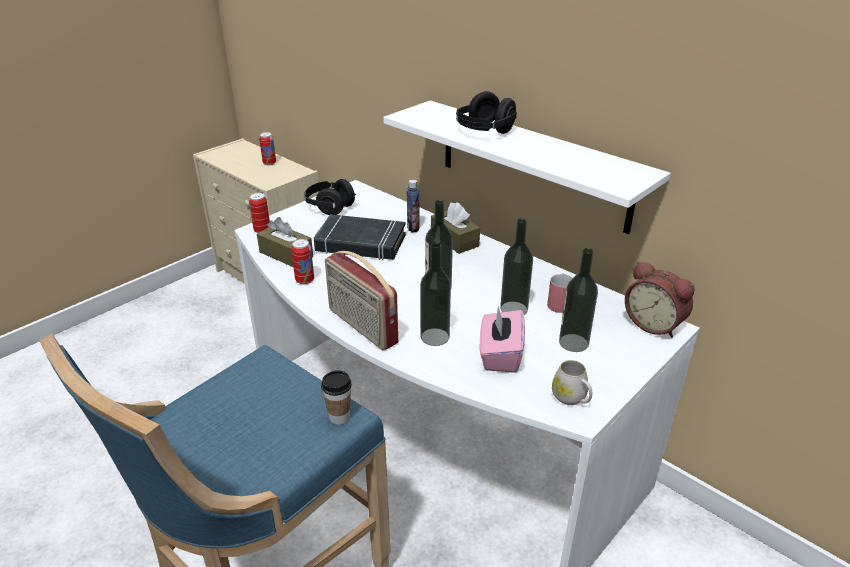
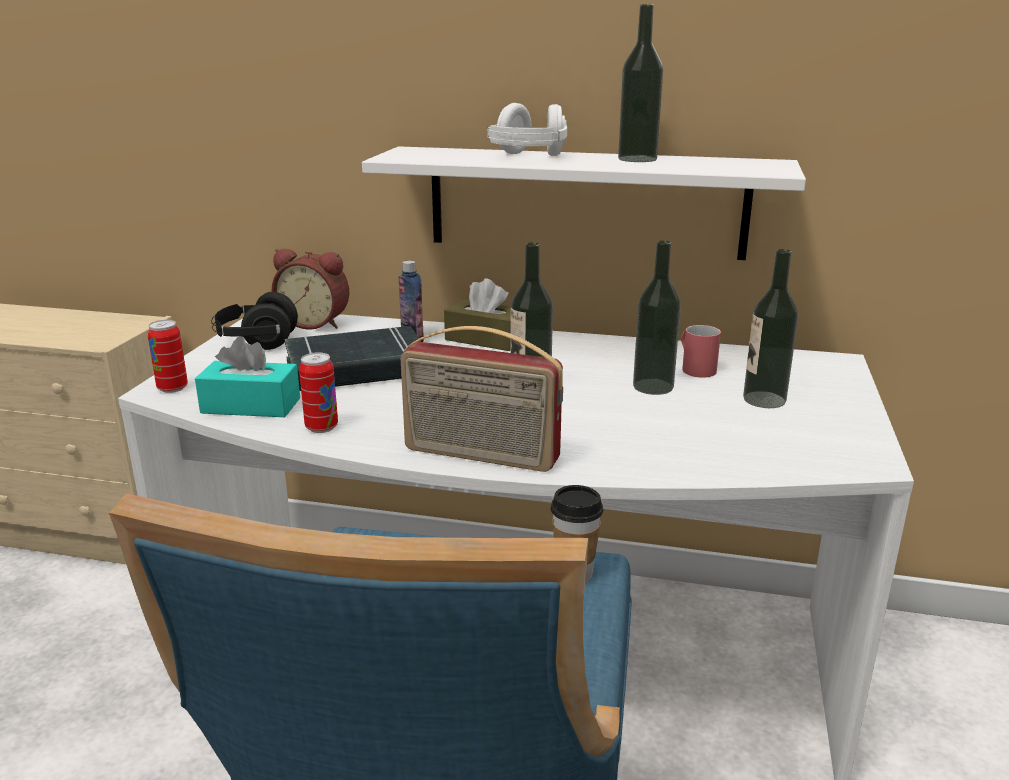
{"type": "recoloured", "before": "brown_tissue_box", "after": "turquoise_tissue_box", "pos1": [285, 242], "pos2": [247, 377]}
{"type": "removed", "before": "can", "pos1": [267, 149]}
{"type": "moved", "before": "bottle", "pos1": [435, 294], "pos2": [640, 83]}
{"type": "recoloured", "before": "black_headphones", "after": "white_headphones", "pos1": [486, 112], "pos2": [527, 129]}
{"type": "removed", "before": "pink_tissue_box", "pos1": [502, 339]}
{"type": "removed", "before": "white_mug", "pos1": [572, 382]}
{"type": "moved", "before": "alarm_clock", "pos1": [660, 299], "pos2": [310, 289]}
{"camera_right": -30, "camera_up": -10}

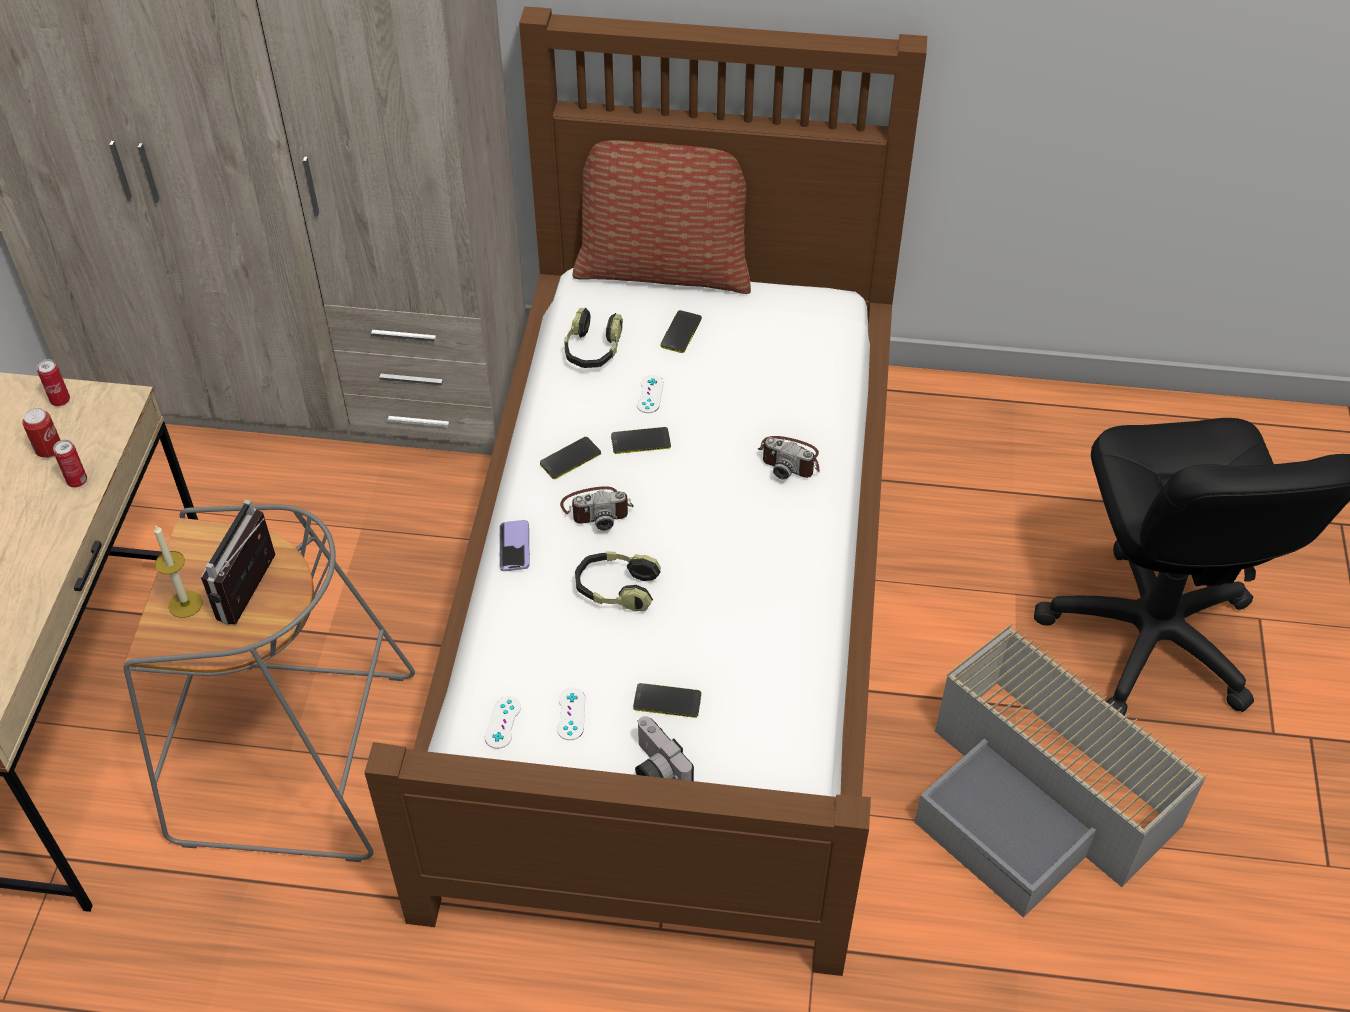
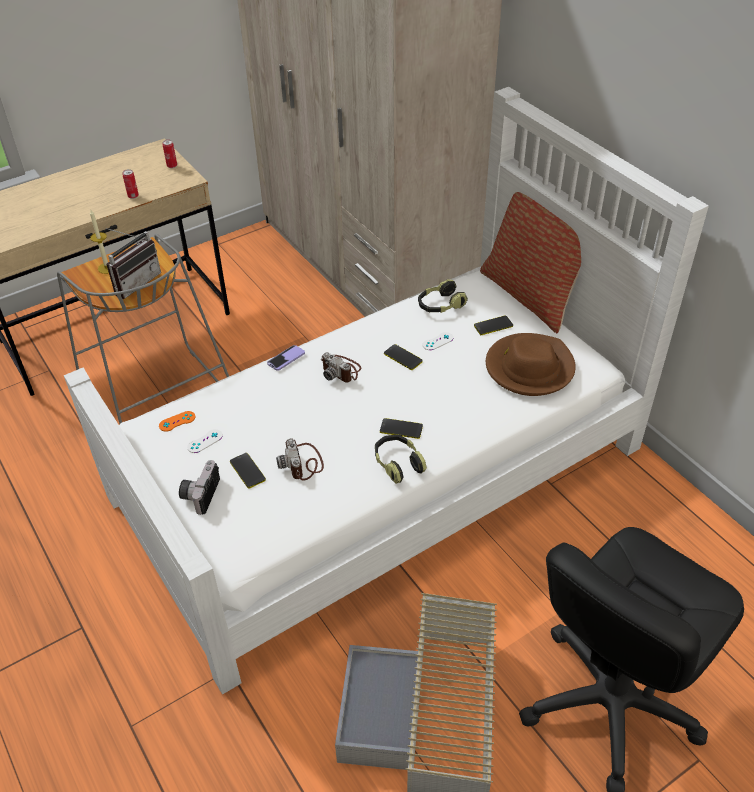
{"type": "removed", "before": "can", "pos1": [41, 433]}
{"type": "turned", "before": "radio", "pos1": [238, 562], "pos2": [133, 263], "turn": 150}
{"type": "recoloured", "before": "brown_bed", "after": "white_bed", "pos1": [645, 491], "pos2": [386, 391]}
{"type": "recoloured", "before": "white_game_controller", "after": "orange_game_controller", "pos1": [503, 722], "pos2": [177, 421]}
{"type": "moved", "before": "phone", "pos1": [570, 458], "pos2": [401, 428]}
{"type": "moved", "before": "headphones", "pos1": [618, 581], "pos2": [401, 459]}
{"type": "moved", "before": "photo_camera", "pos1": [788, 458], "pos2": [300, 459]}
{"type": "added", "after": "brown_hat", "pos2": [531, 364]}
{"camera_right": 50, "camera_up": -5}

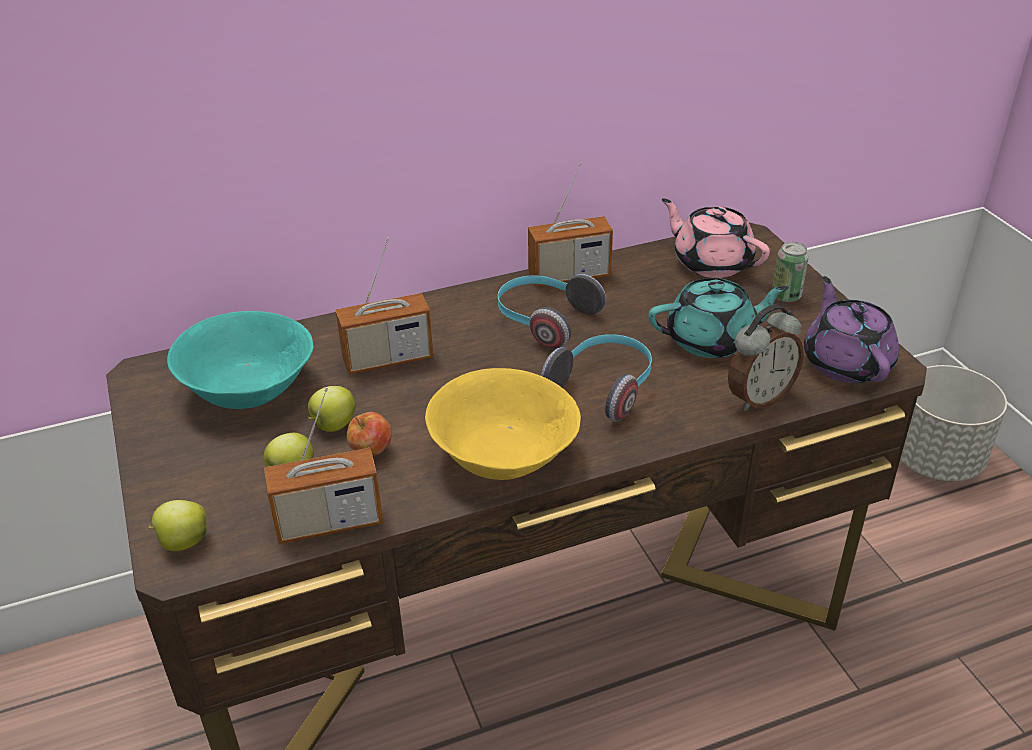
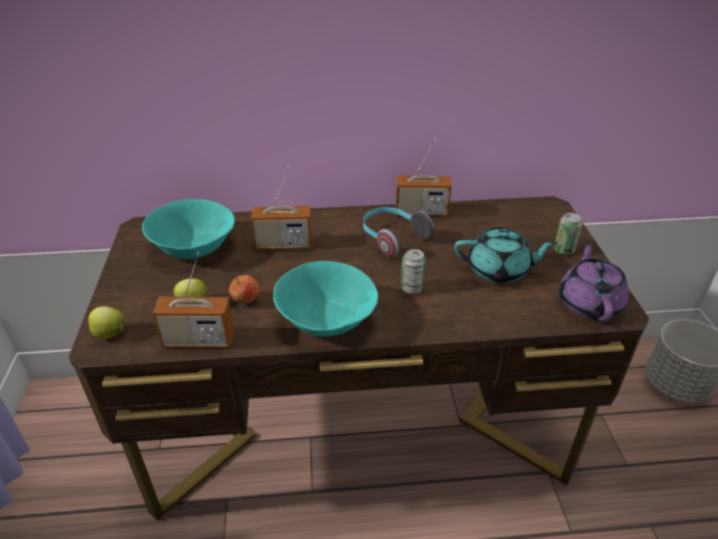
{"type": "removed", "before": "apple", "pos1": [332, 409]}
{"type": "recoloured", "before": "yellow_bowl", "after": "turquoise_bowl", "pos1": [503, 424], "pos2": [325, 299]}
{"type": "replaced", "before": "headphones", "after": "can", "pos1": [596, 378], "pos2": [413, 271]}
{"type": "removed", "before": "pink_teapot", "pos1": [716, 238]}
{"type": "removed", "before": "alarm_clock", "pos1": [766, 358]}
{"camera_right": 15, "camera_up": 0}

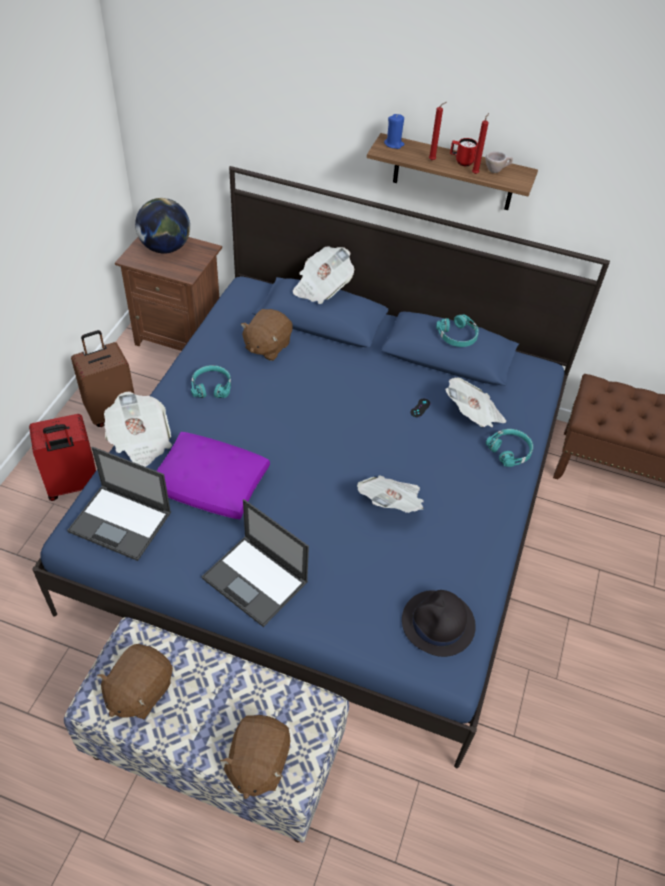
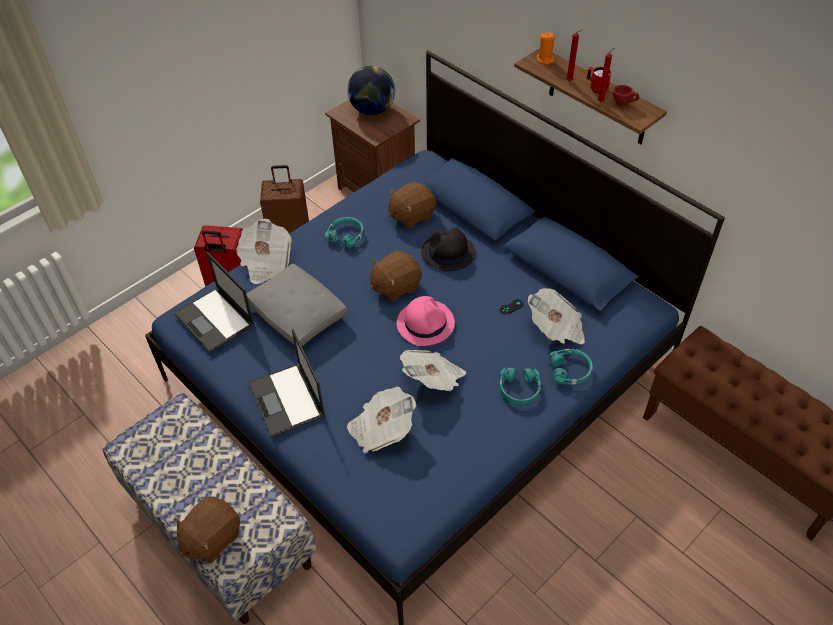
{"type": "moved", "before": "brown_plush_toy", "pos1": [135, 681], "pos2": [396, 276]}
{"type": "recoloured", "before": "purple_pillow", "after": "grey_pillow", "pos1": [213, 475], "pos2": [297, 304]}
{"type": "moved", "before": "newspaper", "pos1": [323, 275], "pos2": [381, 420]}
{"type": "recoloured", "before": "blue_candle", "after": "orange_candle", "pos1": [394, 131], "pos2": [546, 48]}
{"type": "moved", "before": "black_hat", "pos1": [439, 623], "pos2": [448, 249]}
{"type": "moved", "before": "turquoise_headphones", "pos1": [457, 330], "pos2": [520, 386]}
{"type": "recoloured", "before": "beige_cup", "after": "red_cup", "pos1": [499, 162], "pos2": [626, 95]}
{"type": "added", "after": "pink_hat", "pos2": [426, 321]}
{"camera_right": 30, "camera_up": 0}

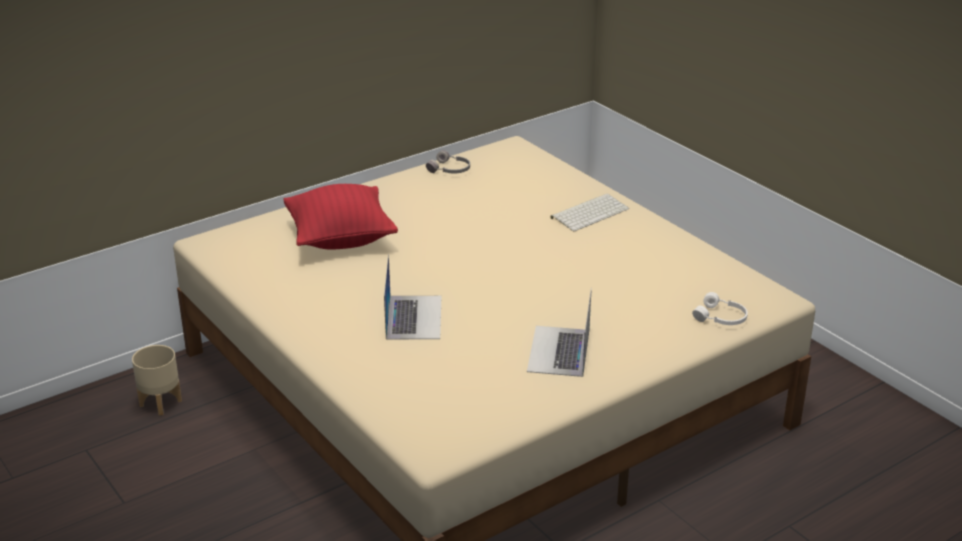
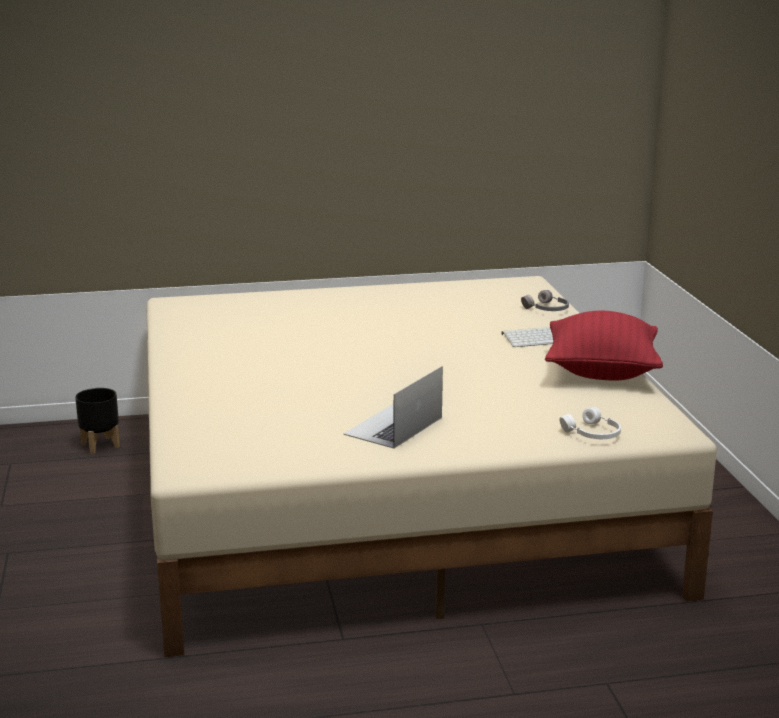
{"type": "recoloured", "before": "beige_planter", "after": "black_planter", "pos1": [157, 380], "pos2": [97, 421]}
{"type": "moved", "before": "red_pillow", "pos1": [340, 216], "pos2": [604, 345]}
{"type": "removed", "before": "laptop", "pos1": [412, 297]}
{"type": "moved", "before": "grey_headphones", "pos1": [448, 161], "pos2": [545, 300]}
{"camera_right": 25, "camera_up": -10}

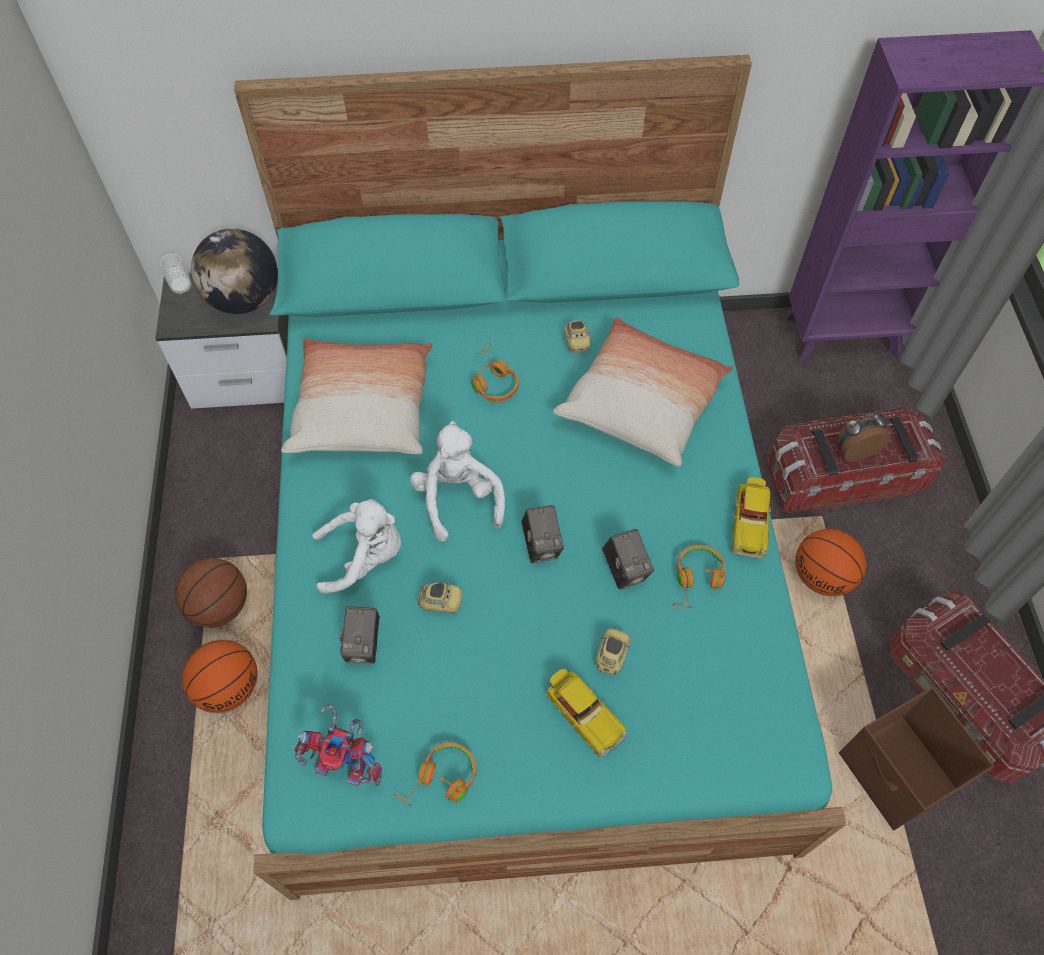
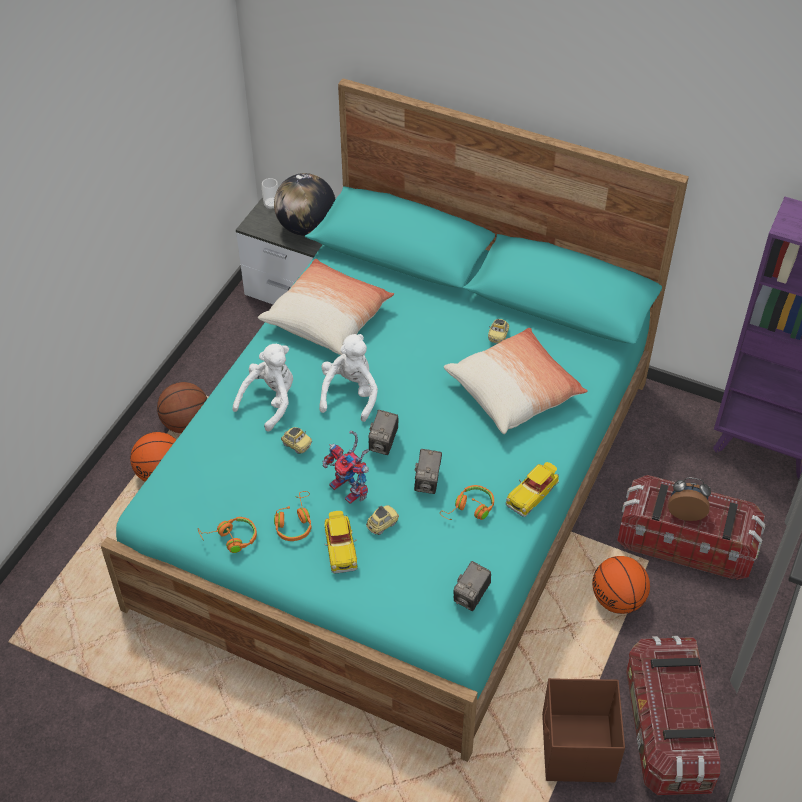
{"type": "moved", "before": "toy_robot", "pos1": [338, 745], "pos2": [345, 467]}
{"type": "turned", "before": "white_plush_toy", "pos1": [356, 546], "pos2": [262, 388], "turn": -75}
{"type": "moved", "before": "photo_camera", "pos1": [359, 635], "pos2": [472, 586]}
{"type": "moved", "before": "orange_headphones", "pos1": [495, 372], "pos2": [293, 516]}
{"camera_right": 30, "camera_up": -10}

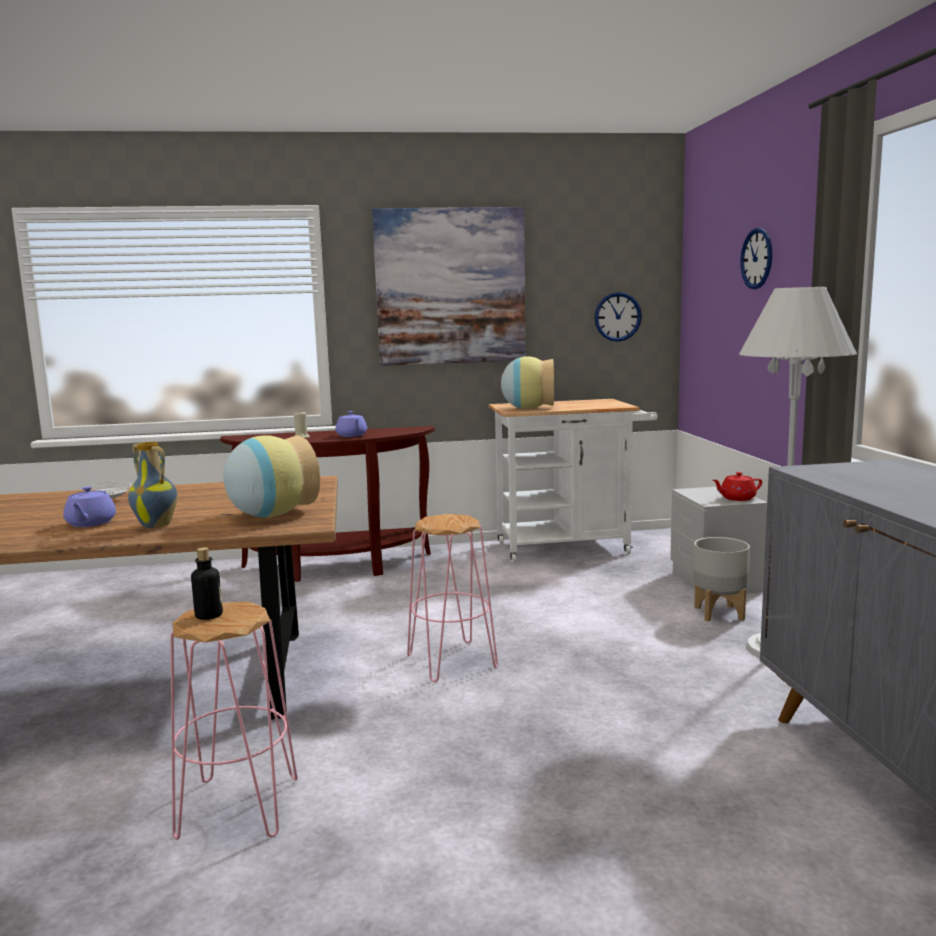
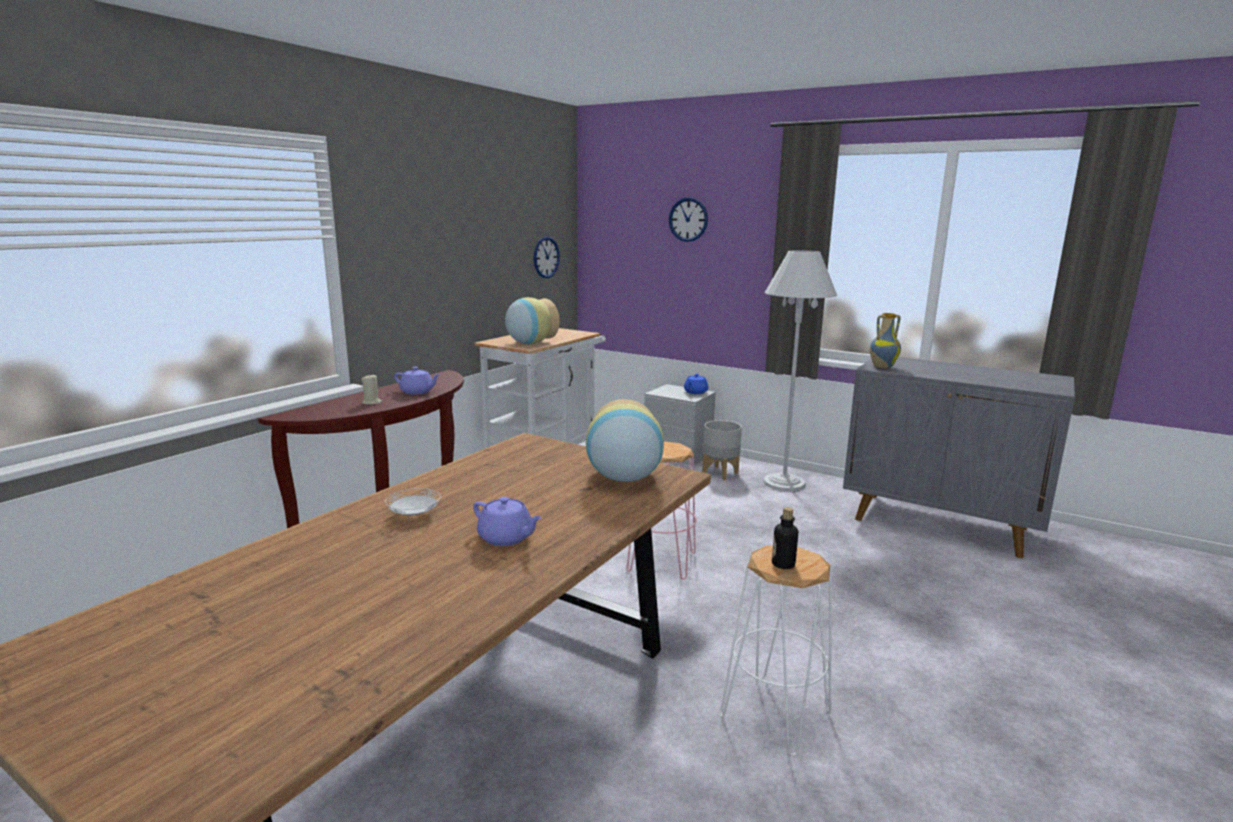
{"type": "moved", "before": "vase", "pos1": [153, 485], "pos2": [885, 341]}
{"type": "recoloured", "before": "pink_stool", "after": "white_stool", "pos1": [234, 721], "pos2": [776, 651]}
{"type": "removed", "before": "picture", "pos1": [449, 286]}
{"type": "recoloured", "before": "red_teapot", "after": "blue_teapot", "pos1": [737, 486], "pos2": [696, 384]}
{"camera_right": -50, "camera_up": 5}

